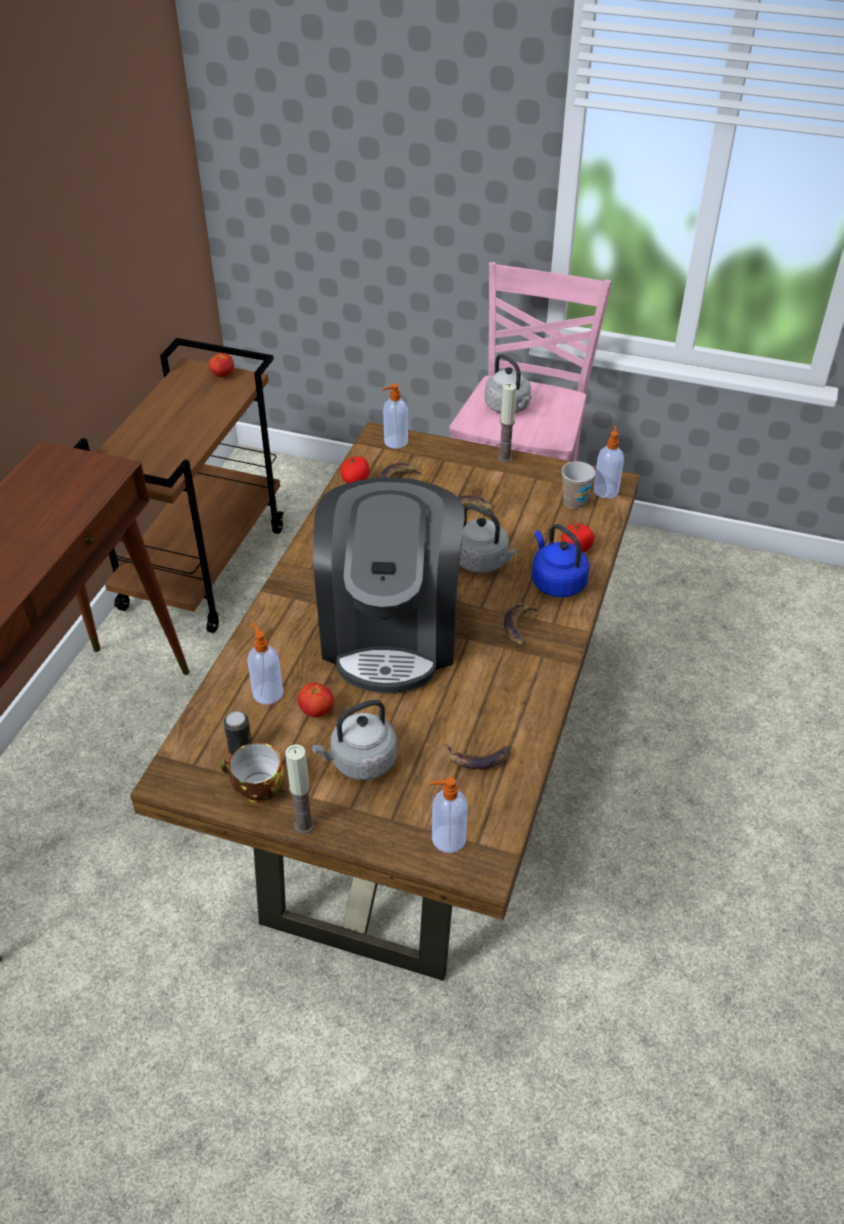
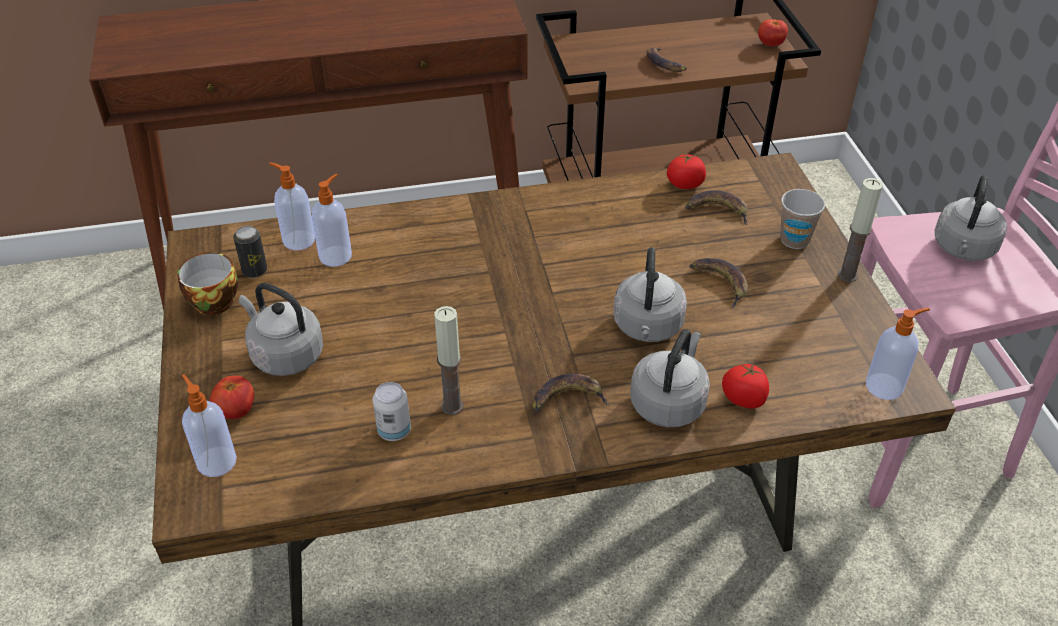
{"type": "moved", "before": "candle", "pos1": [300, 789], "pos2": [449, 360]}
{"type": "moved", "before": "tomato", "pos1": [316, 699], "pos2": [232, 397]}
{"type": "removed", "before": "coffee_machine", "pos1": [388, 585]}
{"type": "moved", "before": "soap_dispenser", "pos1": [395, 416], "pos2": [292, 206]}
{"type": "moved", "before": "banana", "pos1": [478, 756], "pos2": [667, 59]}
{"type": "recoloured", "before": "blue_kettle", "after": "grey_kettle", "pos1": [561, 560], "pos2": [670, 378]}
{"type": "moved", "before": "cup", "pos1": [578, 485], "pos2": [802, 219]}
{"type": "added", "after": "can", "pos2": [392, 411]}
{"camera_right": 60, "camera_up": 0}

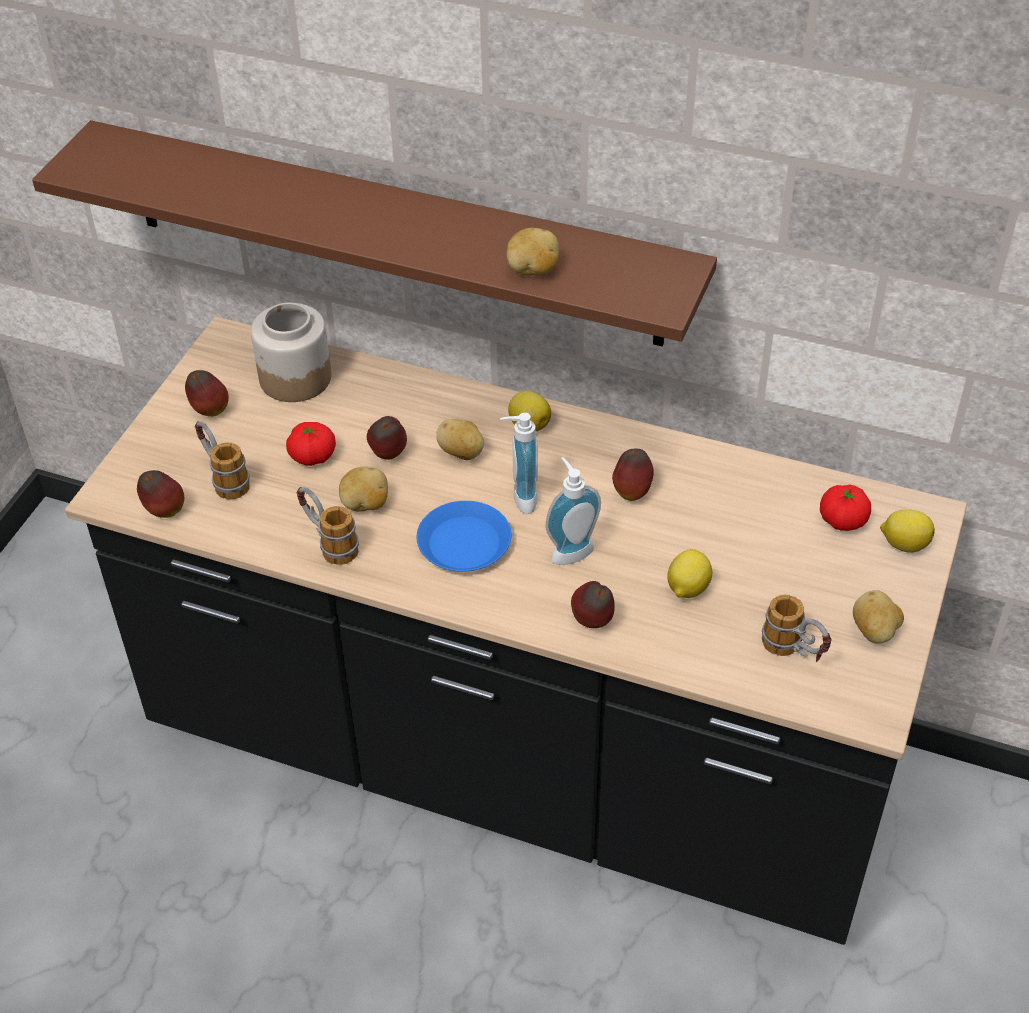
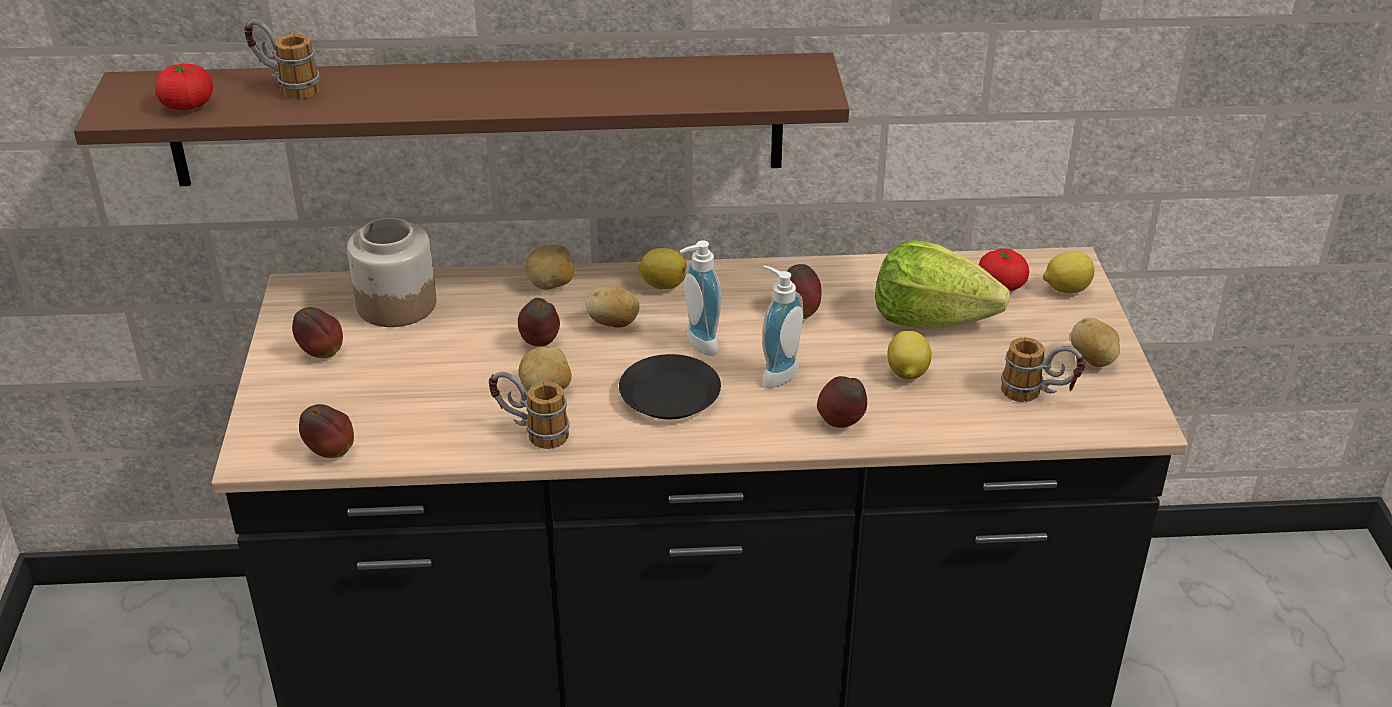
{"type": "moved", "before": "mug", "pos1": [222, 460], "pos2": [282, 60]}
{"type": "moved", "before": "tomato", "pos1": [311, 444], "pos2": [184, 87]}
{"type": "recoloured", "before": "blue_plate", "after": "black_plate", "pos1": [464, 536], "pos2": [670, 386]}
{"type": "moved", "before": "potato", "pos1": [533, 252], "pos2": [550, 267]}
{"type": "added", "after": "lettuce", "pos2": [942, 284]}
{"camera_right": -25, "camera_up": -10}

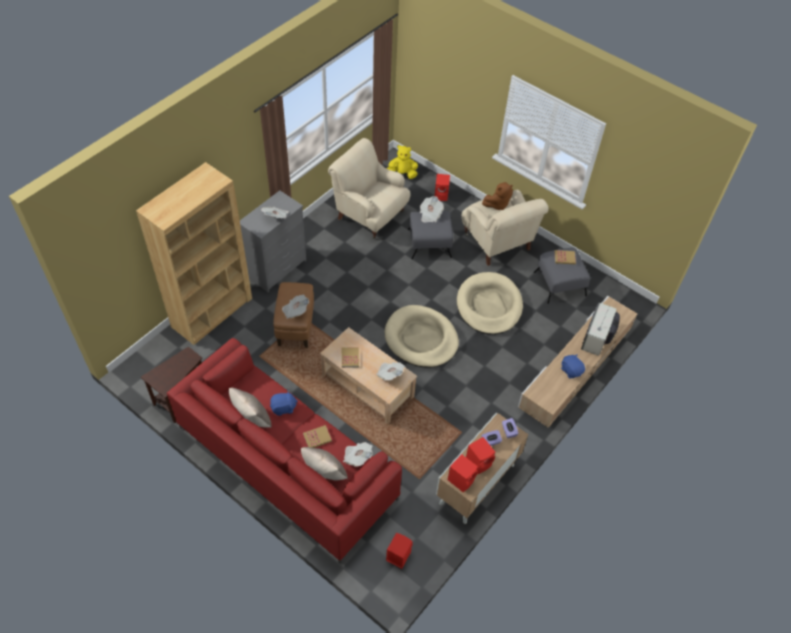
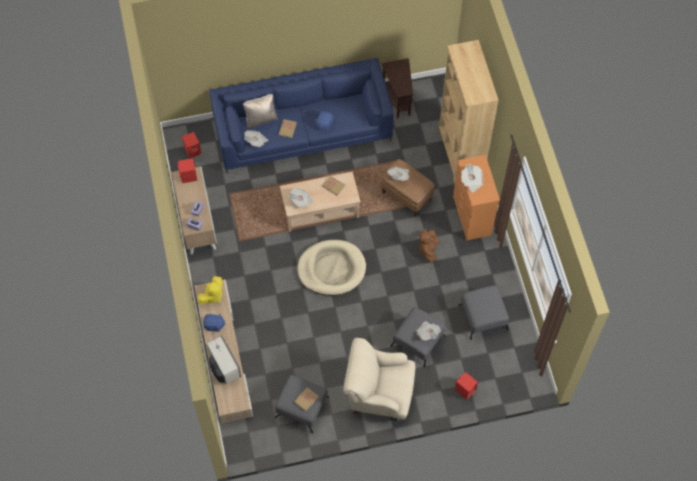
{"type": "recoloured", "before": "red_sofa", "after": "blue_sofa", "pos1": [284, 451], "pos2": [301, 115]}
{"type": "removed", "before": "beige_pillow", "pos1": [250, 408]}
{"type": "recoloured", "before": "grey_dresser", "after": "orange_dresser", "pos1": [273, 241], "pos2": [476, 198]}
{"type": "replaced", "before": "beige_armchair", "after": "grey_ottoman", "pos1": [369, 188], "pos2": [483, 312]}
{"type": "moved", "before": "yellow_plush_toy", "pos1": [402, 162], "pos2": [210, 290]}
{"type": "removed", "before": "beige_dog_bed", "pos1": [490, 303]}
{"type": "removed", "before": "red_speaker", "pos1": [480, 455]}
{"type": "moved", "before": "brown_plush_toy", "pos1": [497, 196], "pos2": [429, 245]}
{"camera_right": 130, "camera_up": 10}

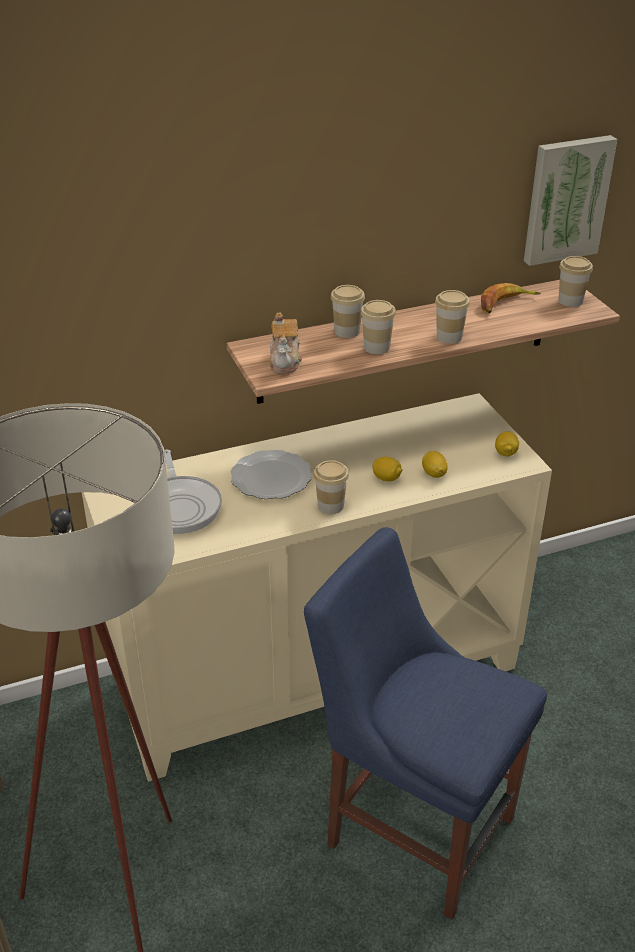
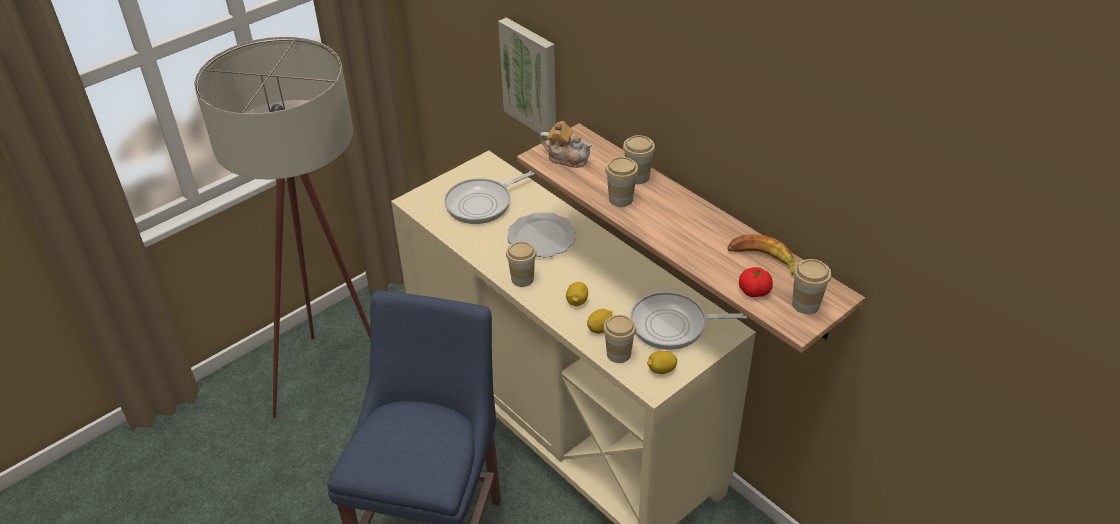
{"type": "turned", "before": "teapot", "pos1": [286, 343], "pos2": [566, 144], "turn": -135}
{"type": "moved", "before": "cup", "pos1": [452, 317], "pos2": [619, 339]}
{"type": "moved", "before": "picture", "pos1": [570, 200], "pos2": [527, 78]}
{"type": "added", "after": "frying_pan", "pos2": [689, 321]}
{"type": "added", "after": "tomato", "pos2": [756, 282]}
{"camera_right": 70, "camera_up": 5}

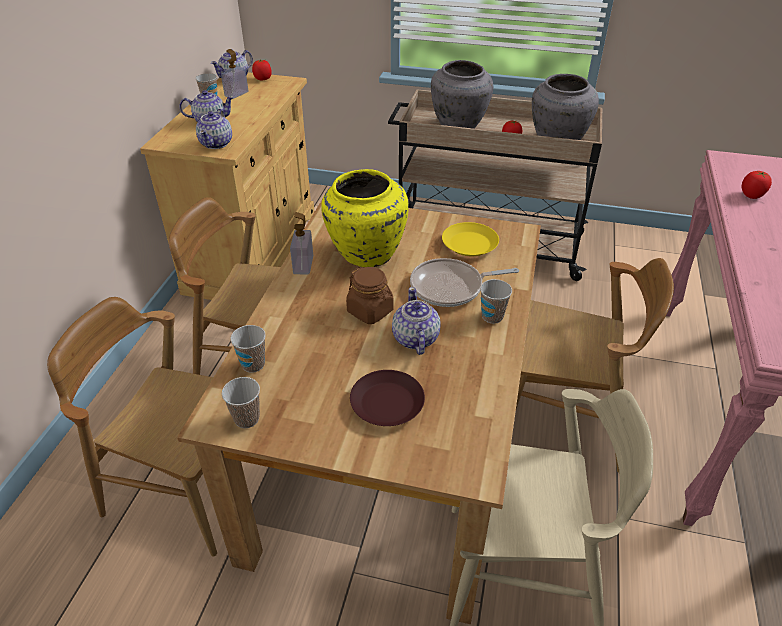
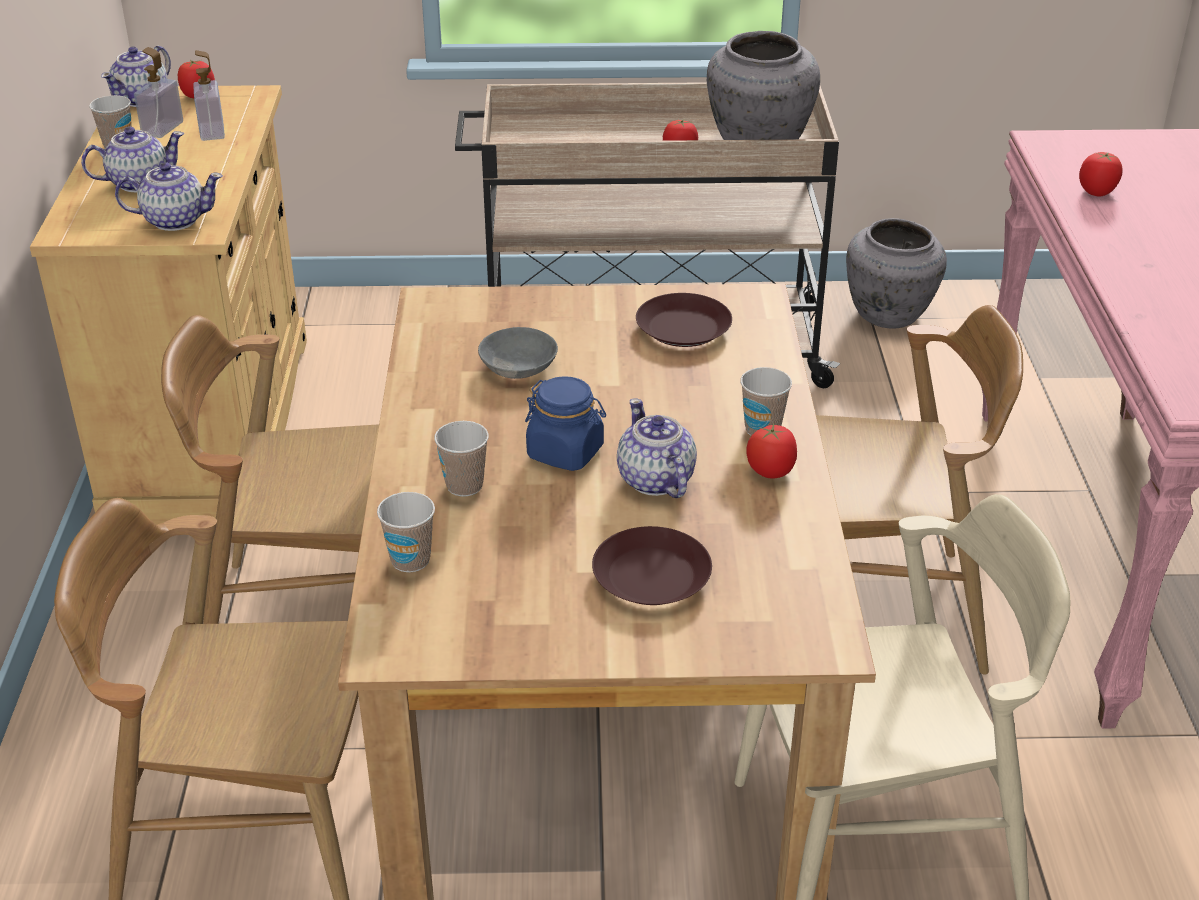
{"type": "turned", "before": "teapot", "pos1": [214, 129], "pos2": [169, 196], "turn": -90}
{"type": "moved", "before": "cup", "pos1": [241, 402], "pos2": [461, 458]}
{"type": "moved", "before": "soap_dispenser", "pos1": [301, 243], "pos2": [209, 95]}
{"type": "replaced", "before": "yellow_vase", "after": "grey_bowl", "pos1": [365, 218], "pos2": [518, 353]}
{"type": "recoloured", "before": "brown_jar", "after": "blue_jar", "pos1": [370, 295], "pos2": [565, 423]}
{"type": "removed", "before": "frying_pan", "pos1": [464, 282]}
{"type": "moved", "before": "grey_vase", "pos1": [462, 94], "pos2": [896, 273]}
{"type": "recoloured", "before": "yellow_plate", "after": "brown_plate", "pos1": [470, 239], "pos2": [684, 320]}
{"type": "added", "after": "tomato", "pos2": [771, 451]}
{"camera_right": -15, "camera_up": -5}

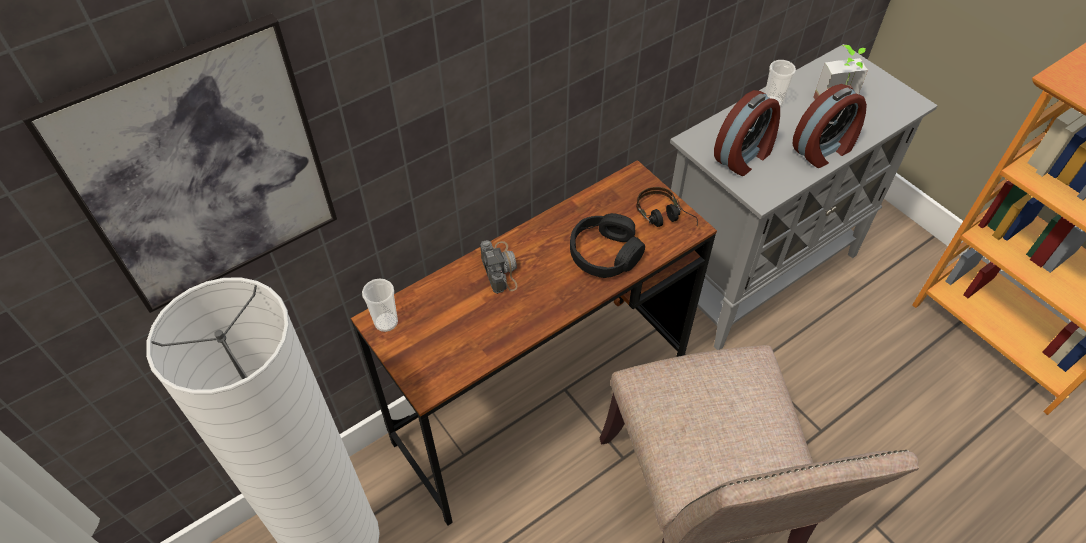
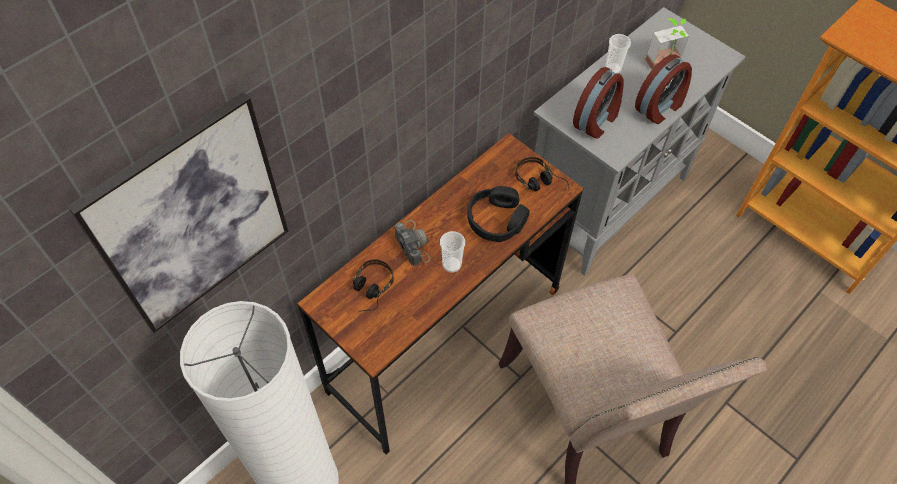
{"type": "moved", "before": "cup", "pos1": [380, 305], "pos2": [452, 252]}
{"type": "added", "after": "headphones", "pos2": [373, 285]}
{"camera_right": -10, "camera_up": 5}

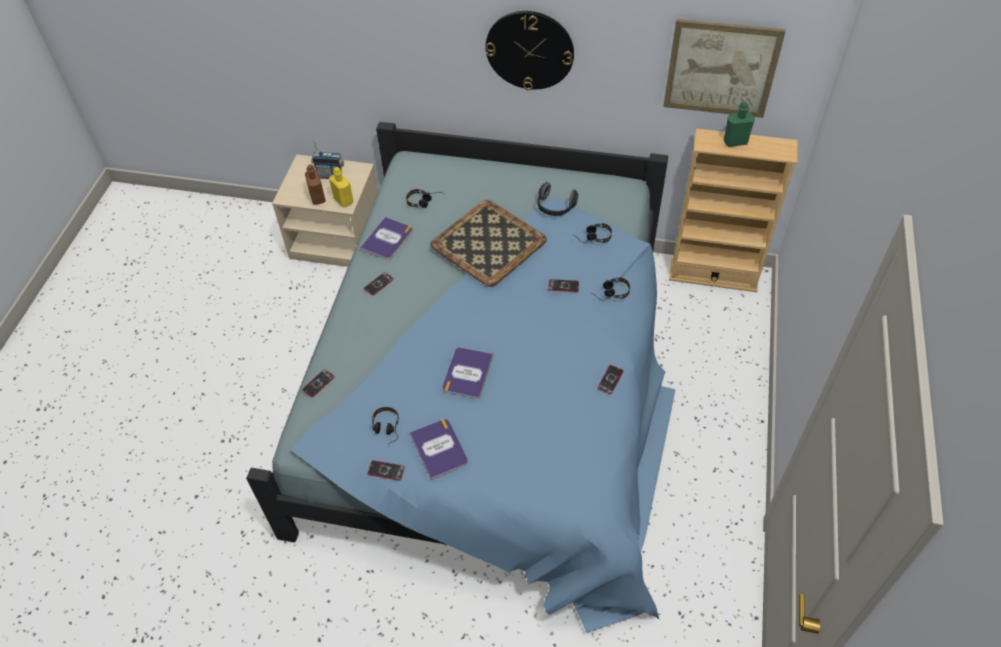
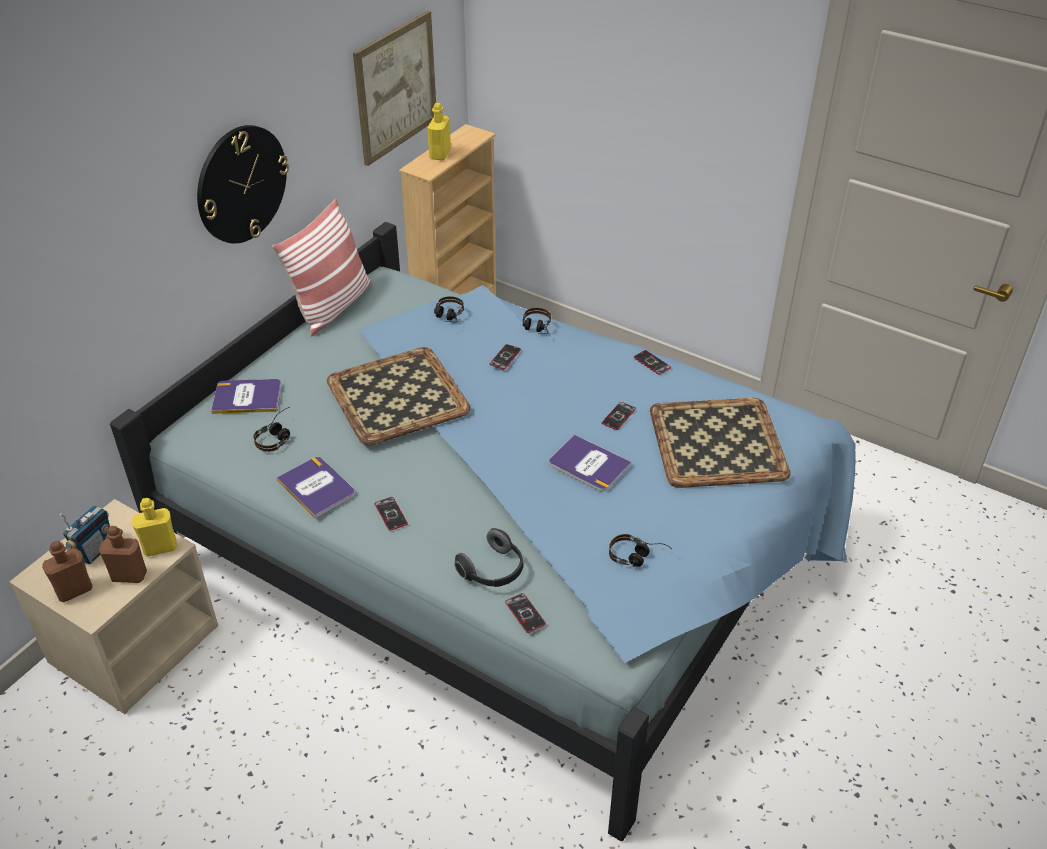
{"type": "moved", "before": "phone", "pos1": [386, 470], "pos2": [619, 416]}
{"type": "moved", "before": "book", "pos1": [439, 449], "pos2": [246, 396]}
{"type": "moved", "before": "headphones", "pos1": [558, 199], "pos2": [488, 557]}
{"type": "recoloured", "before": "green_bottle", "after": "yellow_bottle", "pos1": [739, 124], "pos2": [439, 131]}
{"type": "added", "after": "brown_bottle", "pos2": [67, 571]}
{"type": "added", "after": "pillow", "pos2": [321, 268]}
{"type": "added", "after": "tray", "pos2": [720, 443]}
{"camera_right": -70, "camera_up": -10}

